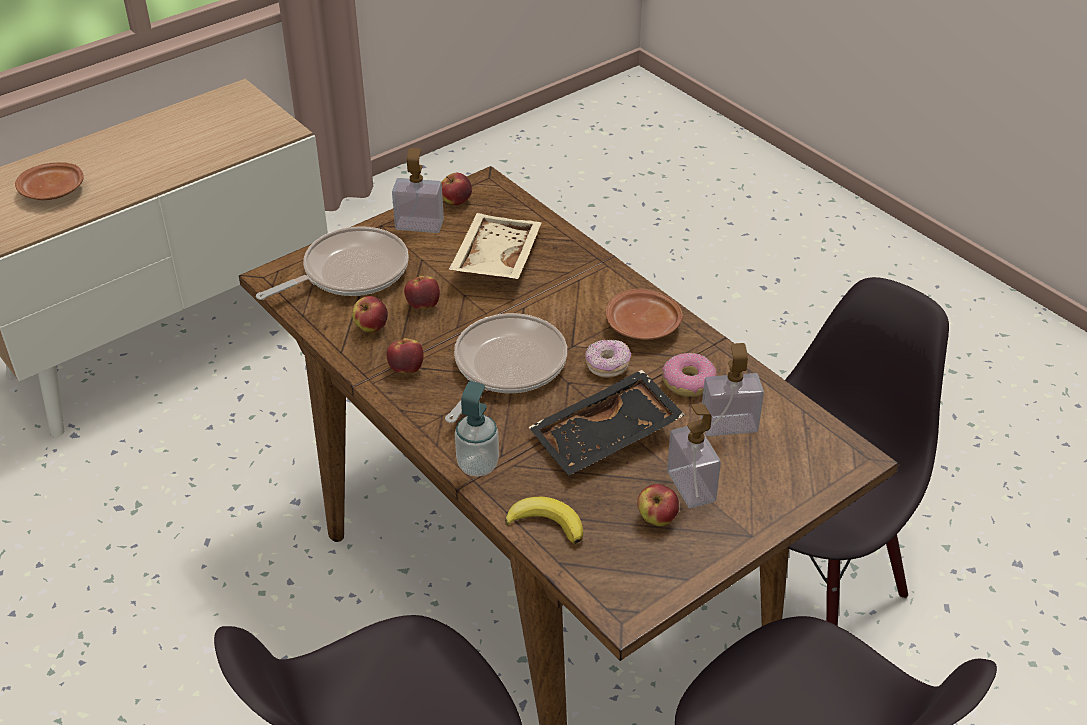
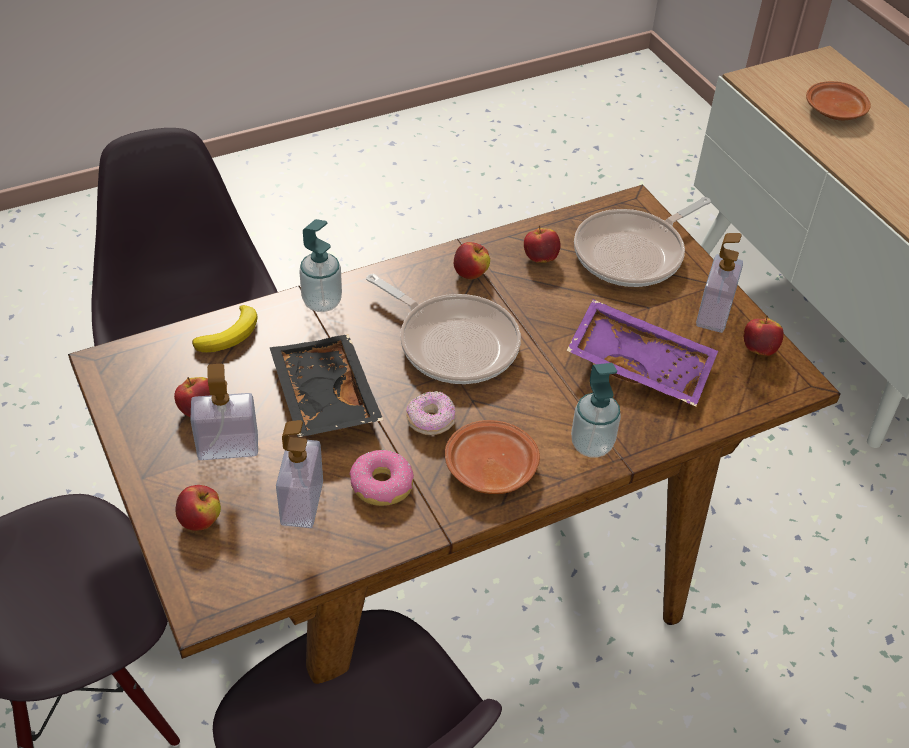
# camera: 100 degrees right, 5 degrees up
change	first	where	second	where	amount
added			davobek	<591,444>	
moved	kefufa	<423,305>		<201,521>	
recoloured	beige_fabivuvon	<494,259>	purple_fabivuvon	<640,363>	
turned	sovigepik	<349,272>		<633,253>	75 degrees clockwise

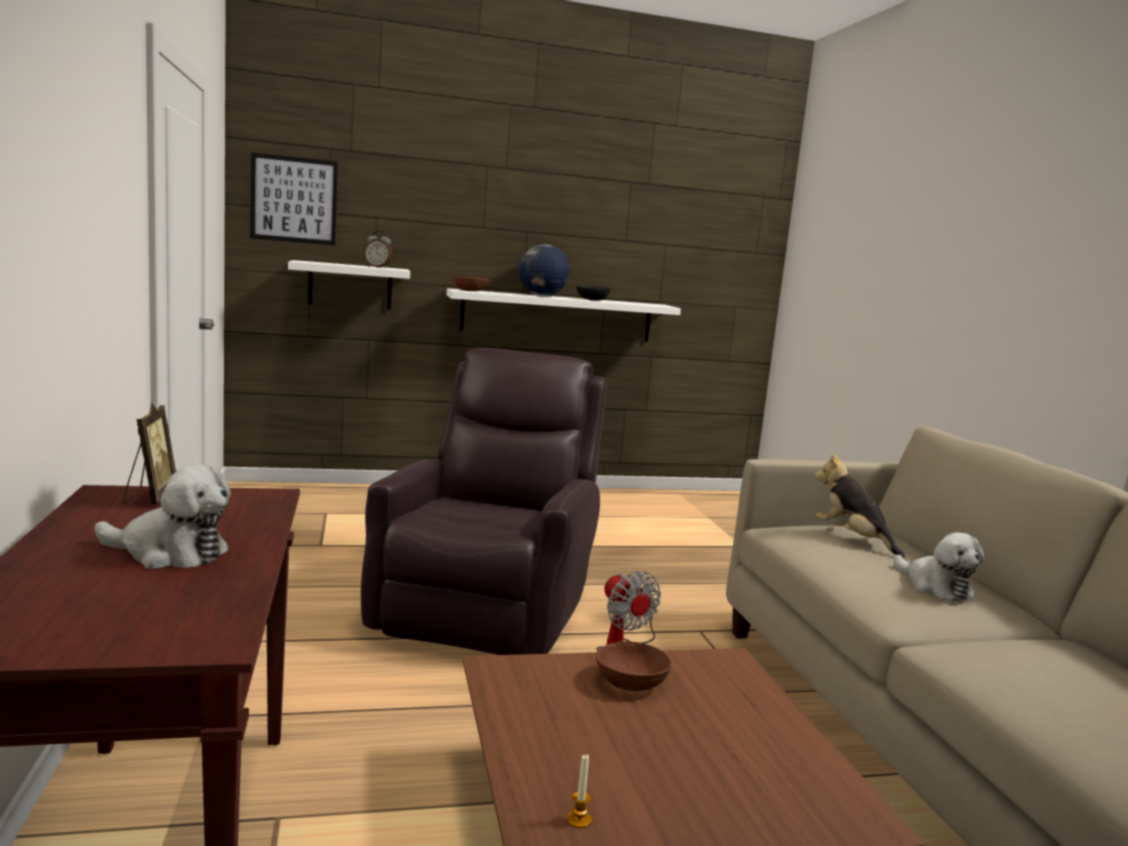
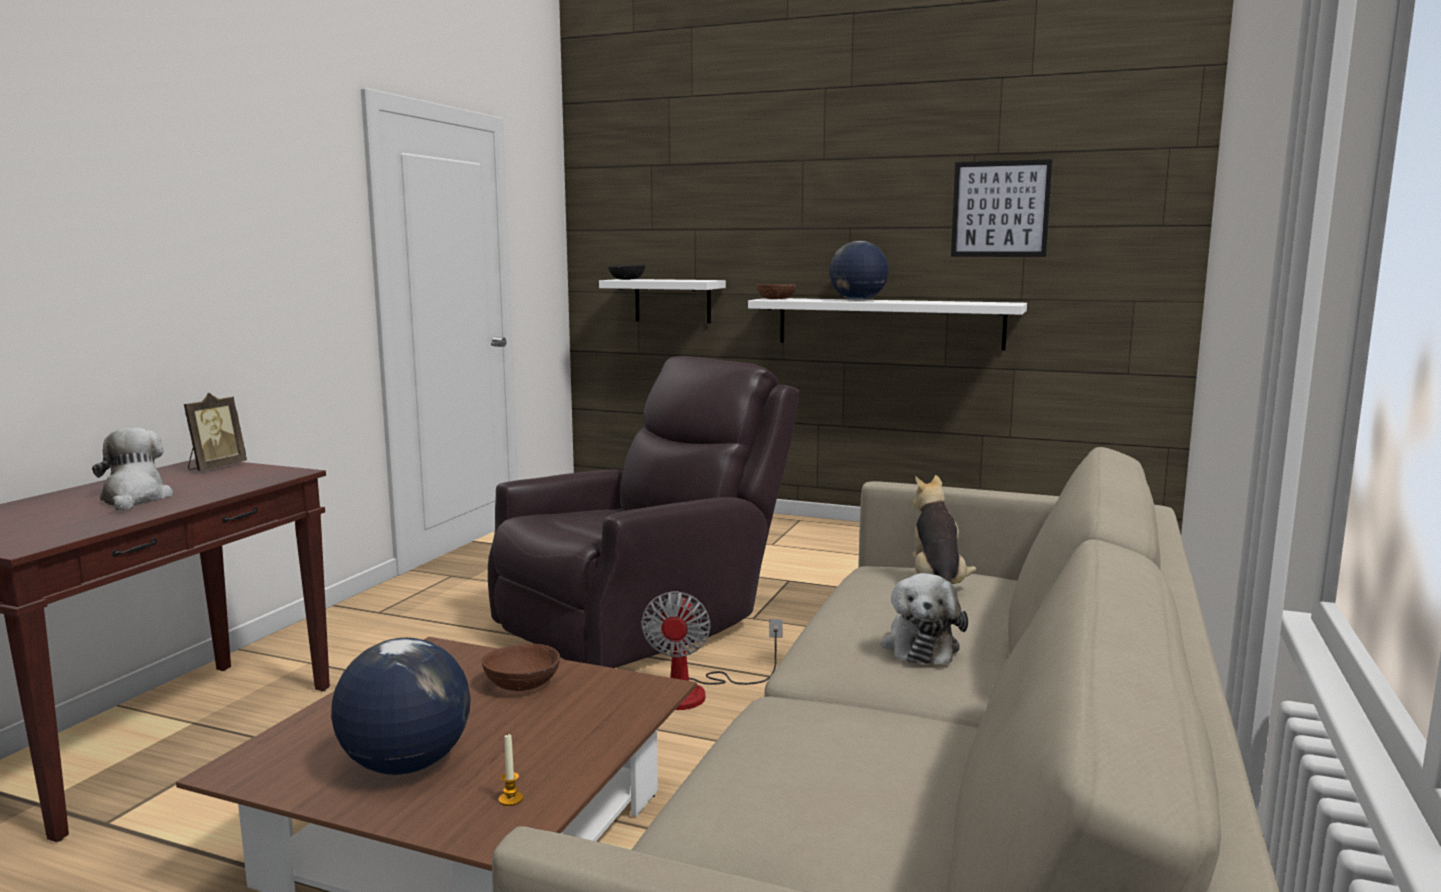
# camera: 35 degrees right, 0 degrees up
change	first	where	second	where	amount
removed	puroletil	<377,267>			
added			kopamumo	<405,765>	
moved	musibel	<294,200>		<1000,209>	
moved	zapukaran	<579,820>		<510,799>	
moved	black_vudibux	<592,300>		<627,279>	
turned	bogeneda	<169,552>		<134,499>	150 degrees counterclockwise

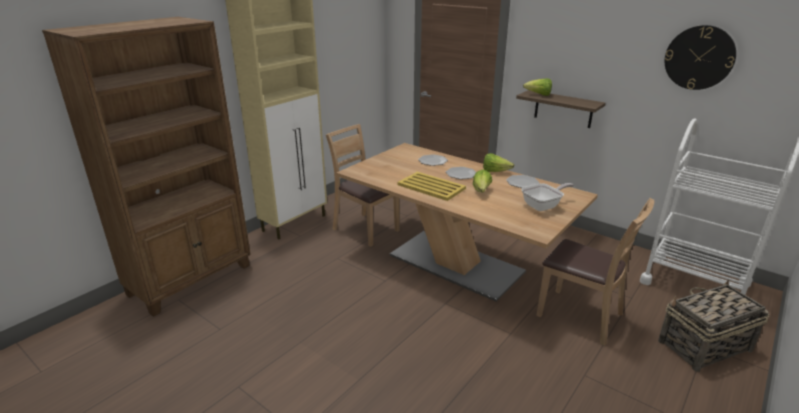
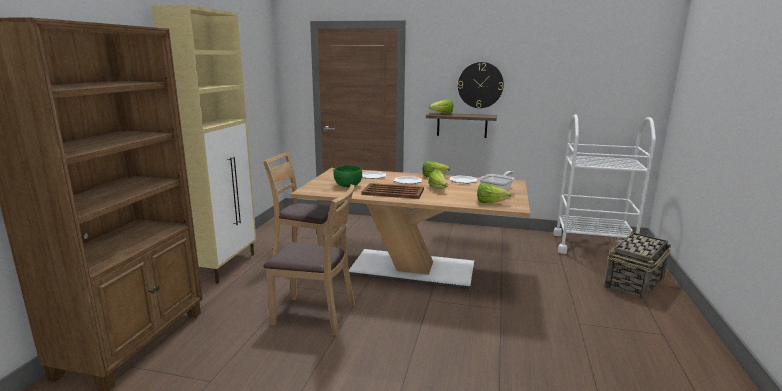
# camera: 25 degrees left, 10 degrees down
change	first	where	second	where	amount
added			green_vudibux	<348,185>	
added			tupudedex	<490,203>	
moved	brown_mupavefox	<580,316>		<315,315>	
moved	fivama	<699,58>		<480,85>	
recoloured	yellow_fabivuvon	<431,186>	brown_fabivuvon	<392,192>	

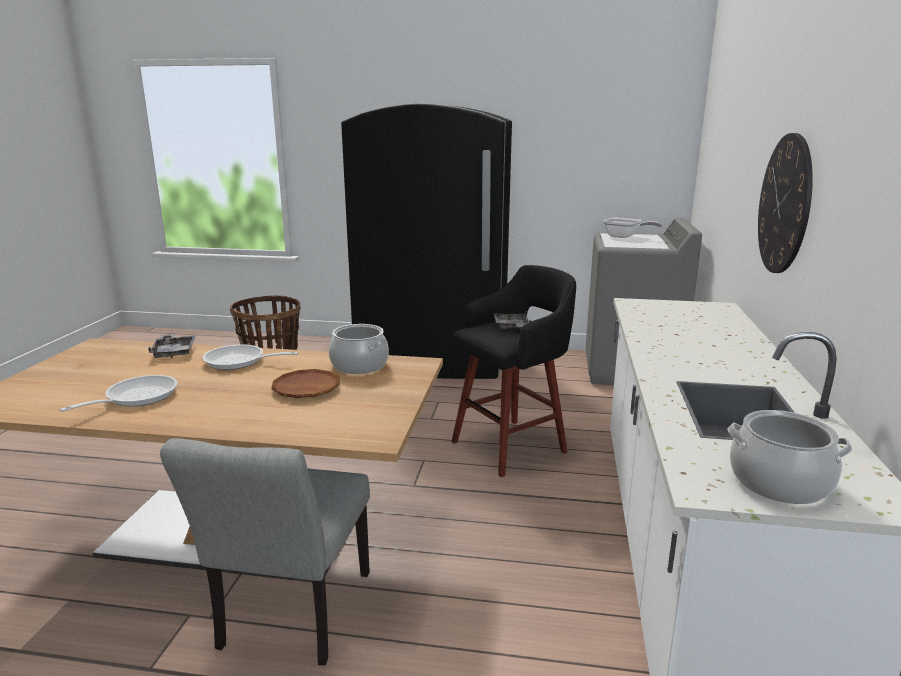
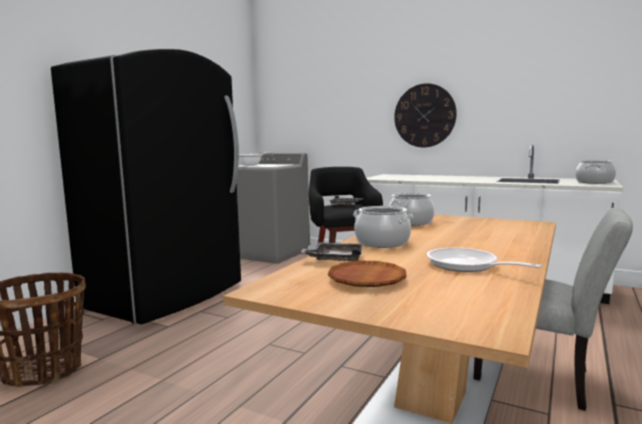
# camera: 70 degrees left, 10 degrees down
change	first	where	second	where	amount
moved	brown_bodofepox	<306,388>		<367,279>	
replaced	sovigepik	<239,361>	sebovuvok	<382,243>	

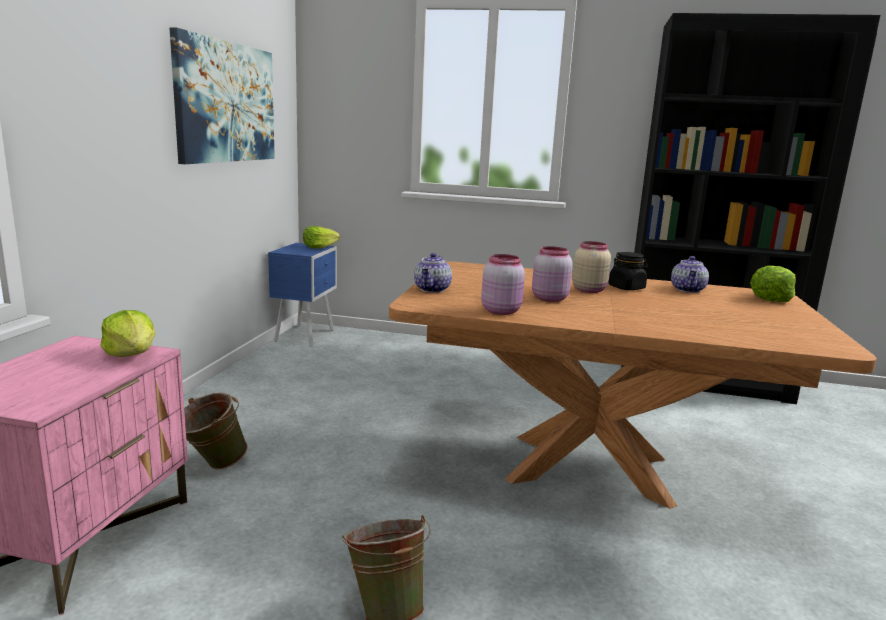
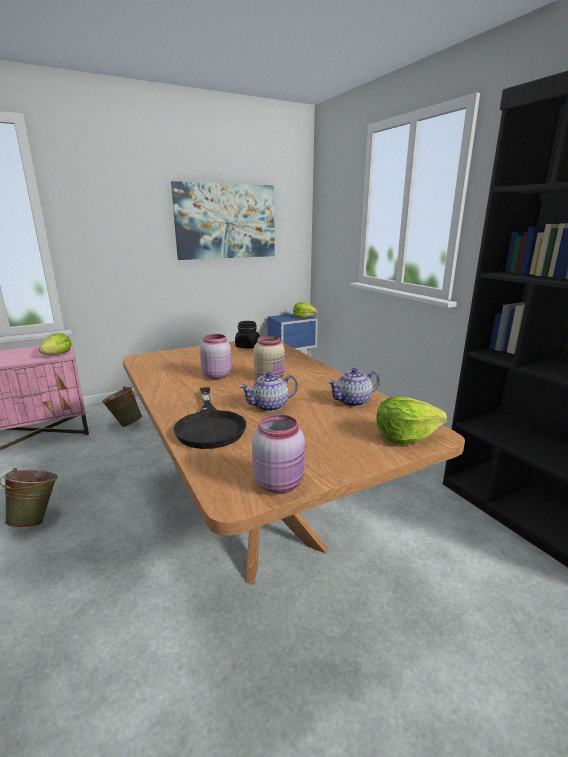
# camera: 50 degrees right, 5 degrees up
change	first	where	second	where	amount
added			black_sovigepik	<210,425>	
moved	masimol	<432,289>		<269,406>	
moved	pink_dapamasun	<501,311>		<280,483>	
moved	black_dapamasun	<626,288>		<247,346>	

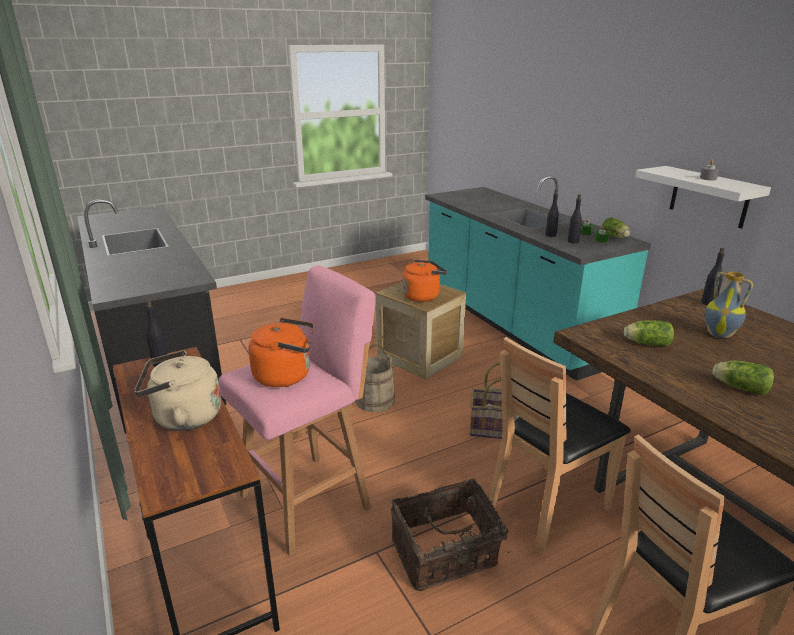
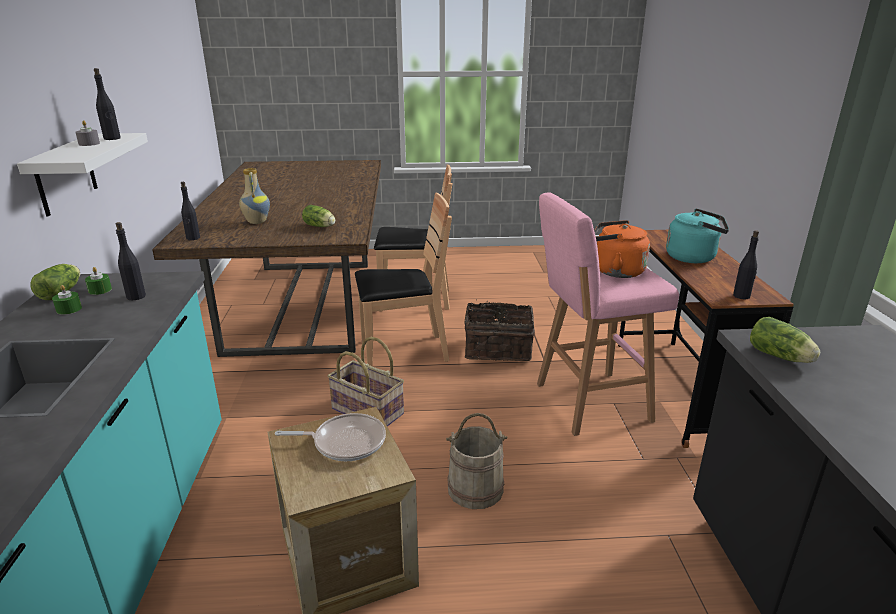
# camera: 155 degrees left, 0 degrees up
change	first	where	second	where	amount
moved	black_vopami	<550,235>		<112,138>	
moved	tupudedex	<738,387>		<781,357>	
replaced	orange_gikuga	<422,296>	sovigepik	<345,442>	
recoloured	beige_gikuga	<183,417>	turquoise_gikuga	<693,257>	

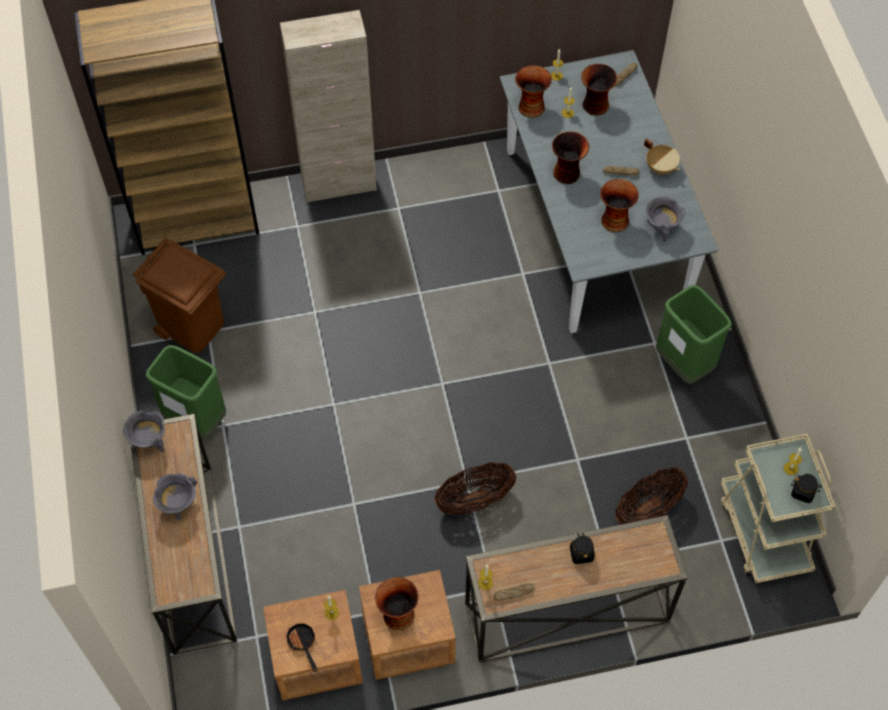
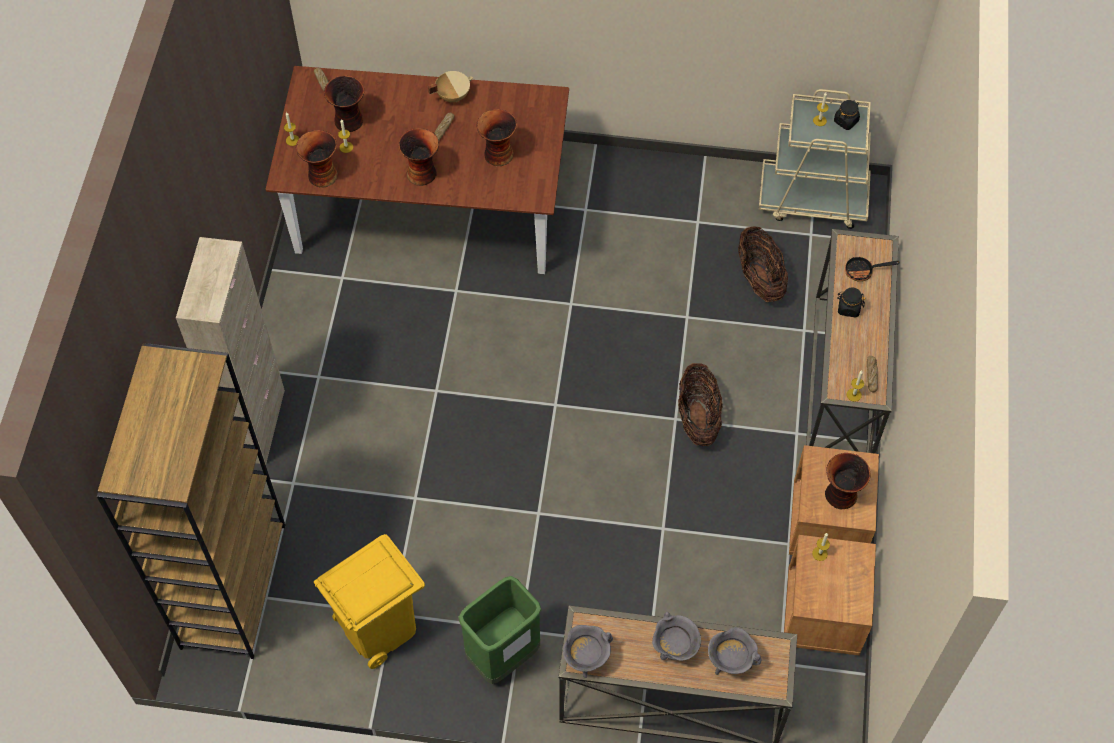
# camera: 70 degrees left, 0 degrees up
change	first	where	second	where	amount
removed	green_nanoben	<684,364>			
moved	sovigepik	<302,643>		<863,271>	
moved	grey_sebovuvok	<661,227>		<730,662>	
recoloured	brown_nanoben	<193,326>	yellow_nanoben	<378,627>	
recoloured	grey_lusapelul	<593,226>	brown_lusapelul	<427,211>	

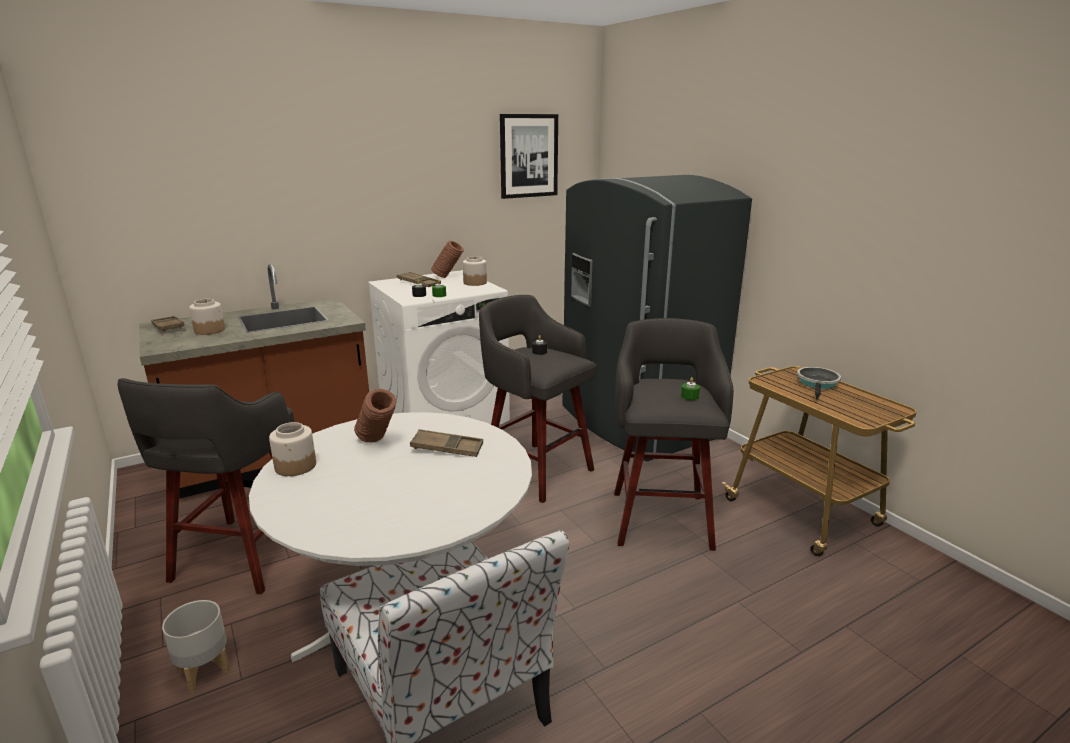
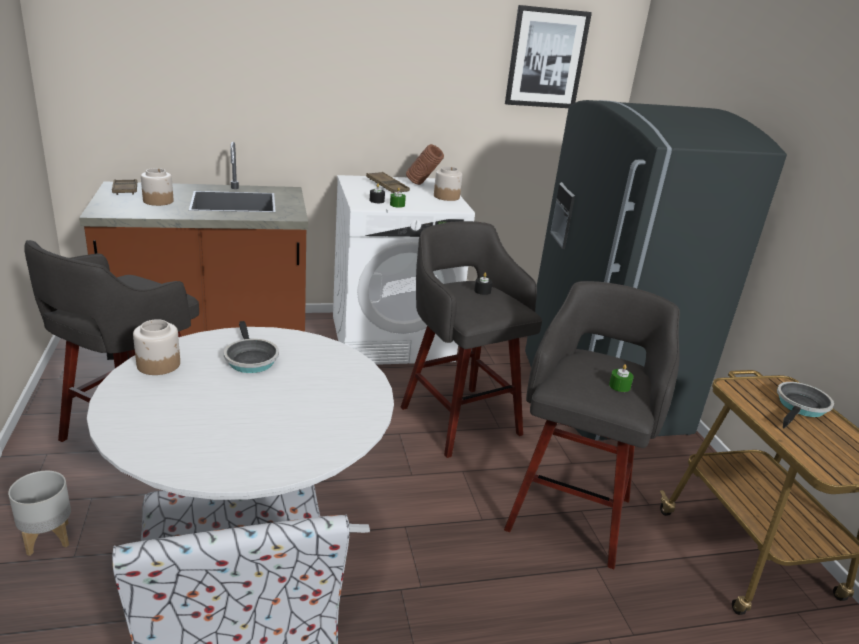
# camera: 15 degrees right, 5 degrees up
change	first	where	second	where	amount
removed	brown_fabivuvon	<447,448>			
replaced	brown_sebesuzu	<377,443>	sovigepik	<250,359>	

